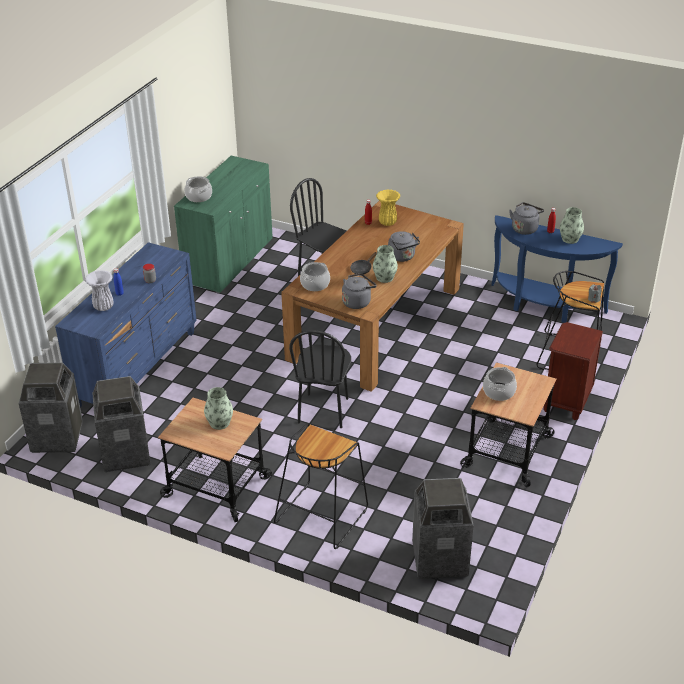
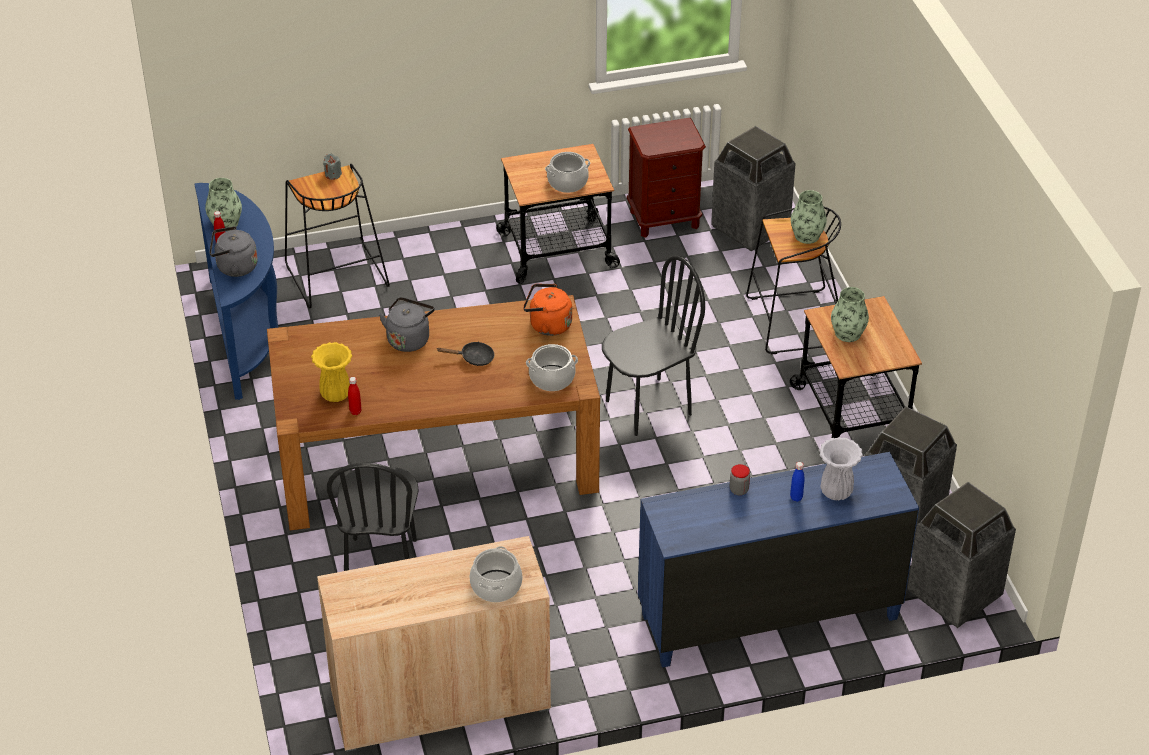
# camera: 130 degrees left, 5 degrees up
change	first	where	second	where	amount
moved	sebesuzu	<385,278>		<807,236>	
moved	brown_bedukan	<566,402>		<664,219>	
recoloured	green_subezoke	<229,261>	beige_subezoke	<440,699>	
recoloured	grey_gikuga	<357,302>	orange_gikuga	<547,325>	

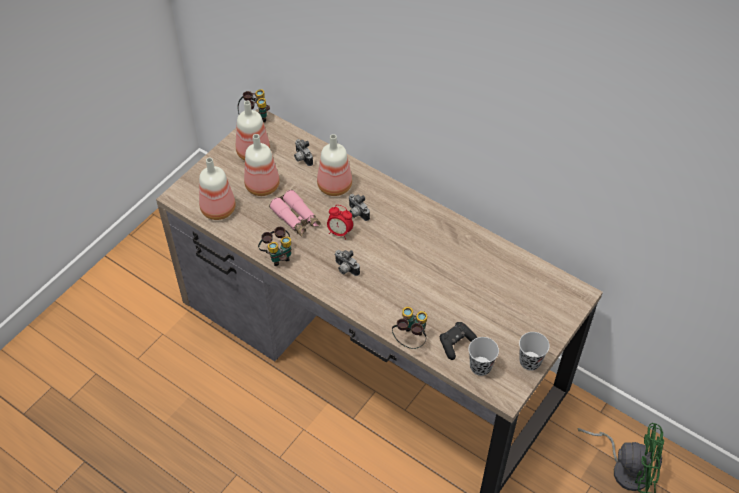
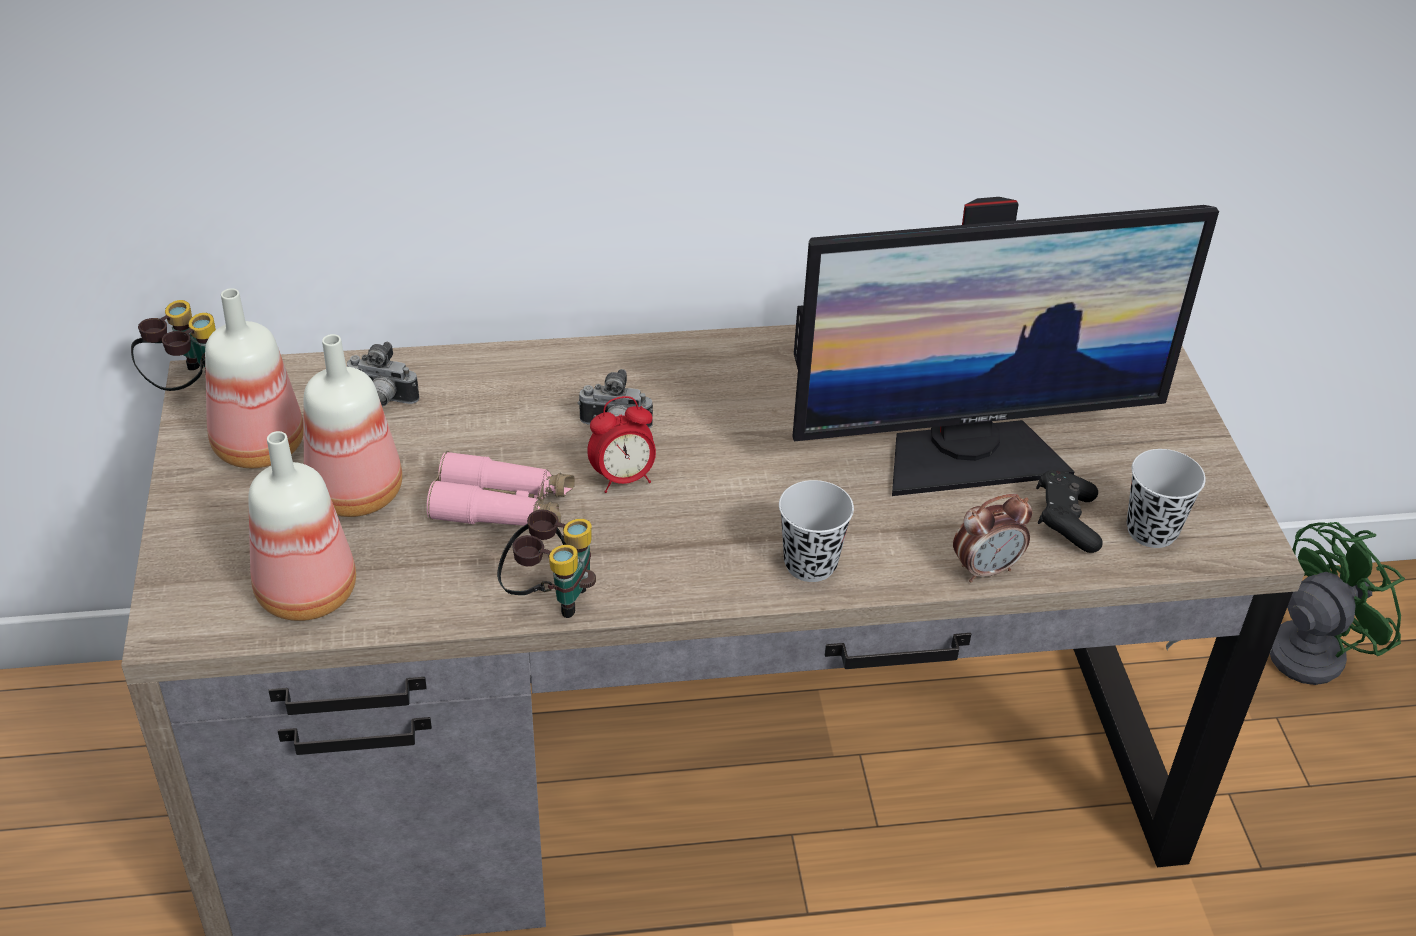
# camera: 45 degrees left, 10 degrees down
change	first	where	second	where	amount
removed	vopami	<333,186>			
removed	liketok	<345,269>			
added			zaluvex	<969,453>	
moved	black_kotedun	<530,361>		<810,564>	
replaced	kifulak	<410,339>	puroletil	<986,569>	

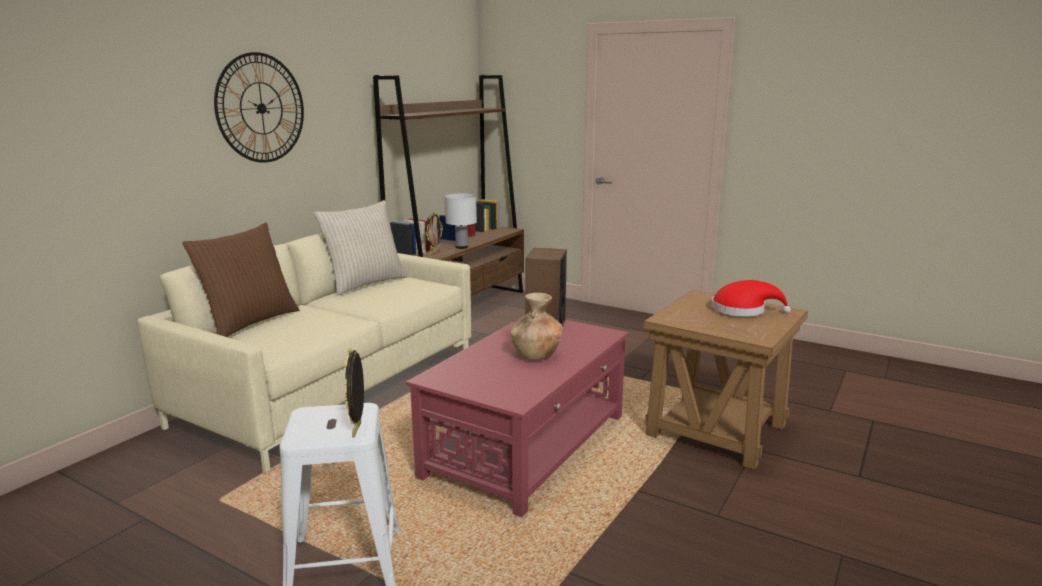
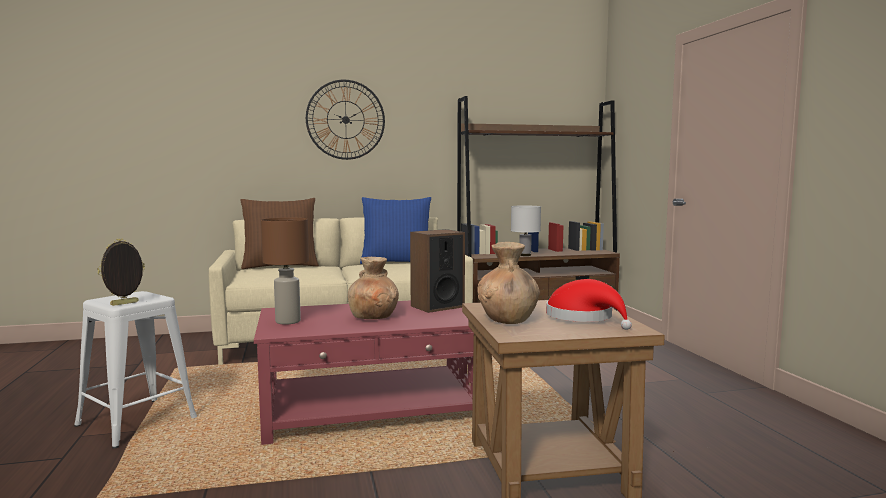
# camera: 45 degrees right, 10 degrees down
change	first	where	second	where	amount
removed	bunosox	<434,253>			
added			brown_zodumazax	<288,321>	
added			brown_sebesuzu	<508,319>	
recoloured	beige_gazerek	<365,283>	blue_gazerek	<396,262>	

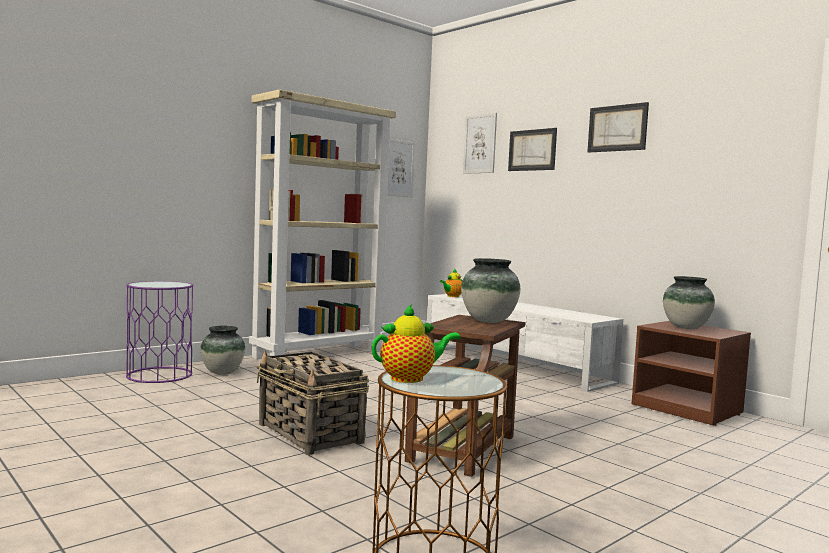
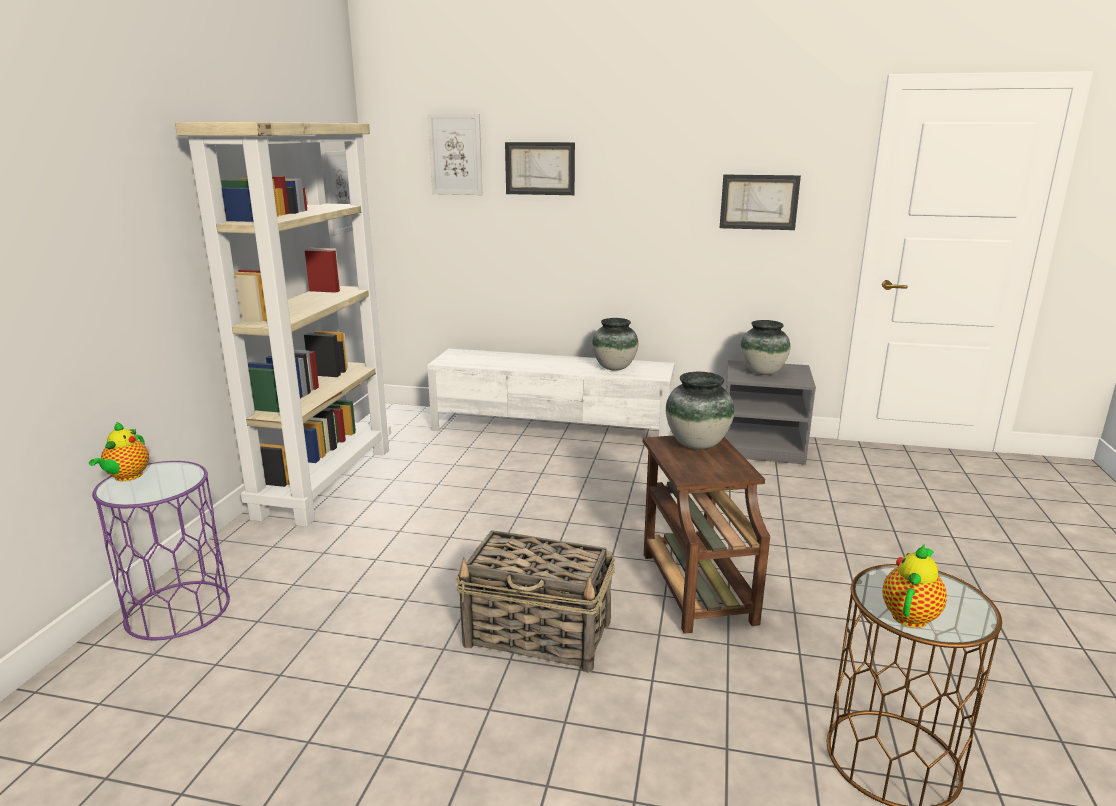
# camera: 35 degrees left, 15 degrees up
change	first	where	second	where	amount
moved	sebesuzu	<222,372>		<614,368>	
moved	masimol	<452,296>		<126,477>	
moved	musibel	<617,128>		<759,202>	
recoloured	brown_bedukan	<688,409>	grey_bedukan	<762,447>	

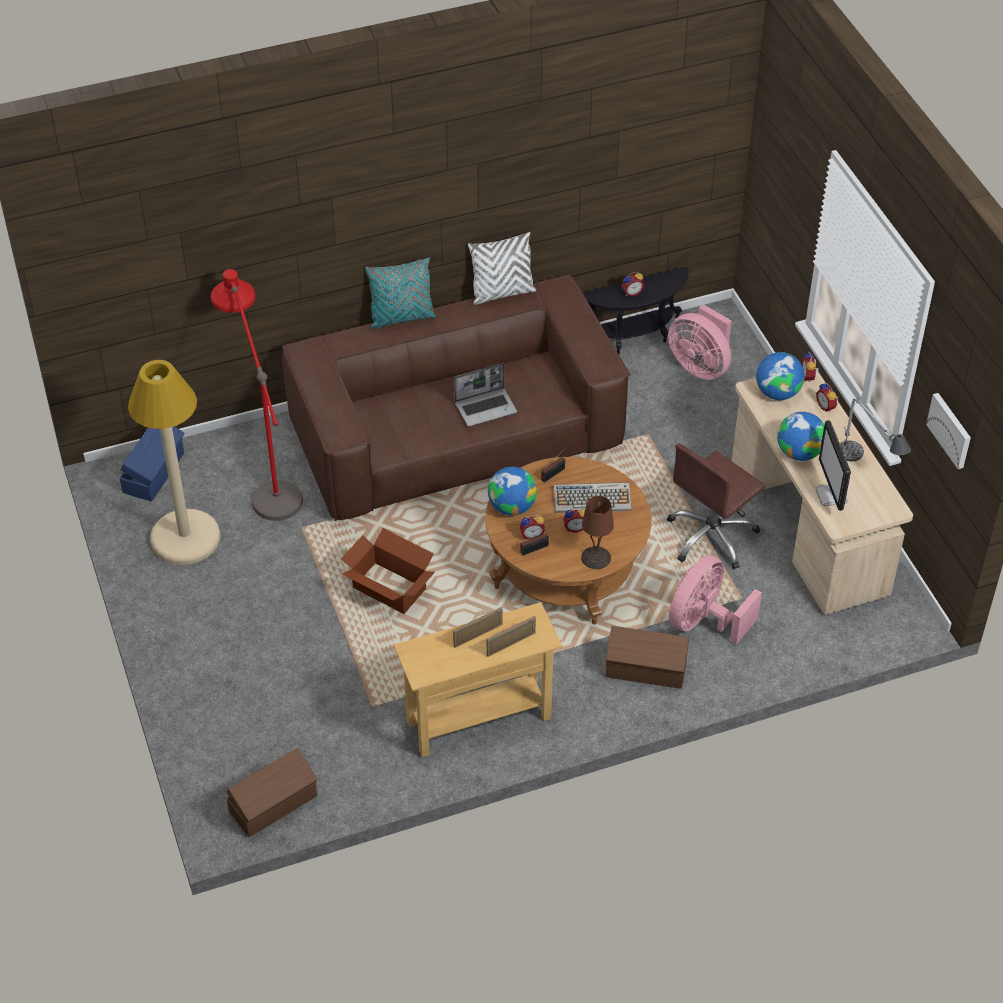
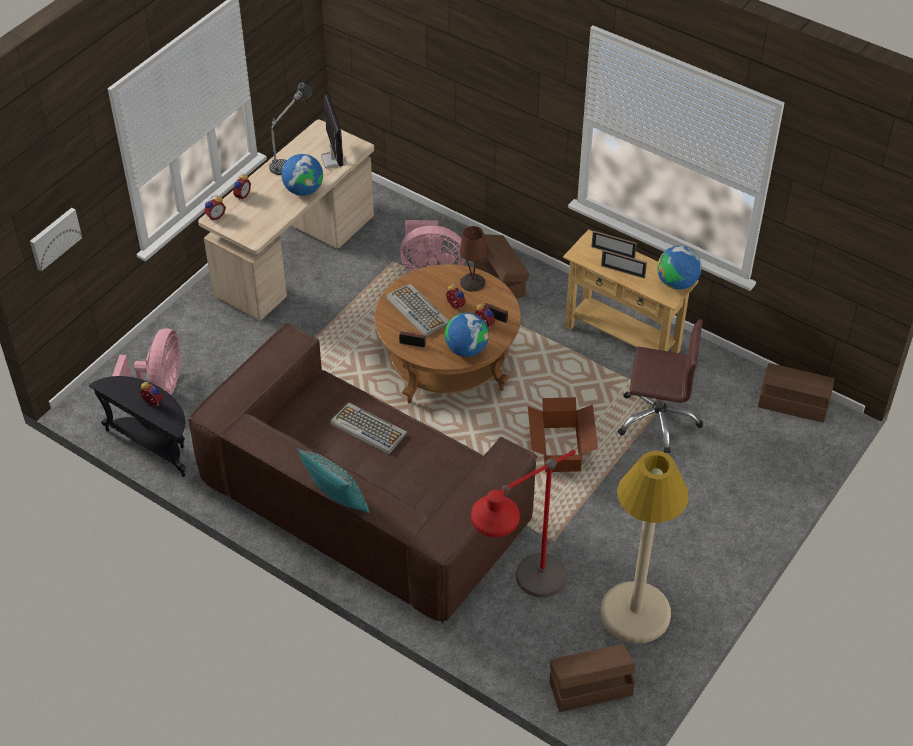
# camera: 125 degrees left, 0 degrees up
change	first	where	second	where	amount
removed	white_gazerek	<502,293>			
moved	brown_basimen	<712,536>		<658,419>	
moved	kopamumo	<777,393>		<677,283>	
moved	musibel	<951,430>		<54,238>	
replaced	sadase	<486,407>	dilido	<367,429>	
recoloured	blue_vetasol	<155,472>	brown_vetasol	<589,688>	
turned	zaluvex	<831,496>		<333,160>	60 degrees counterclockwise

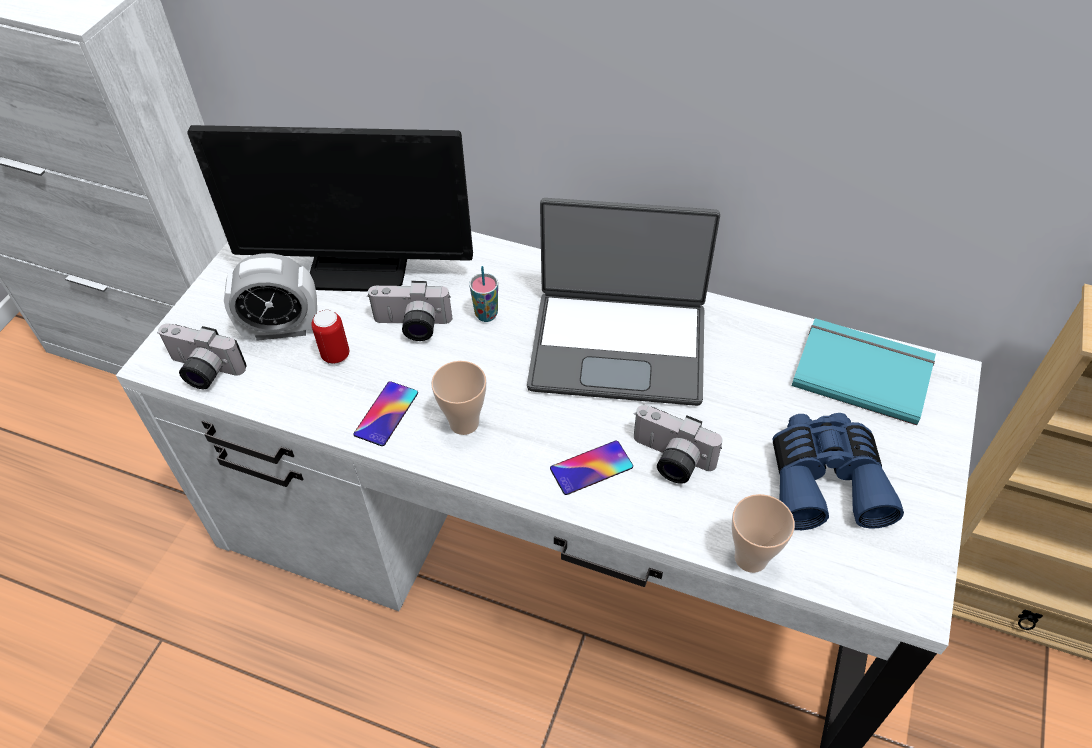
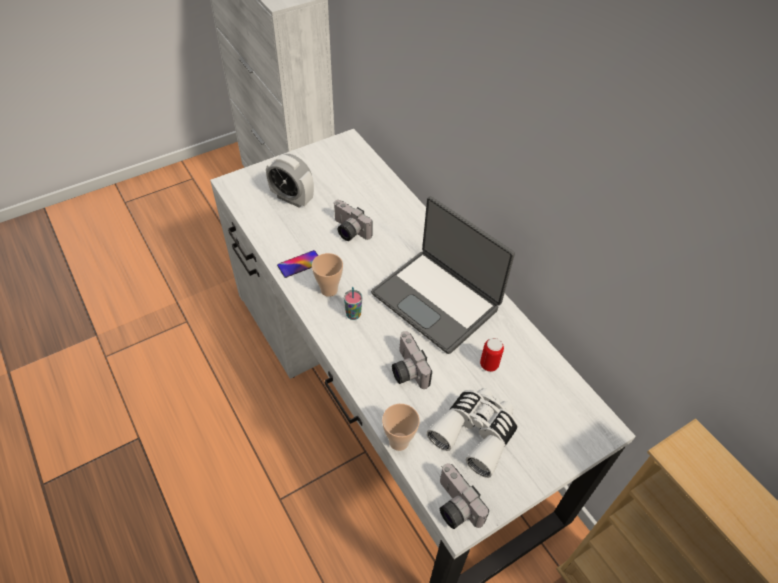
# camera: 35 degrees right, 0 degrees up
change	first	where	second	where	amount
removed	zaluvex	<359,268>			
removed	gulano	<591,468>			
removed	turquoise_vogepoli	<862,371>			
moved	liketok	<202,371>		<454,506>	
moved	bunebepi	<335,355>		<489,365>	
moved	kotedun	<486,315>		<353,315>	
recoloured	blue_kifulak	<825,480>	white_kifulak	<475,433>	

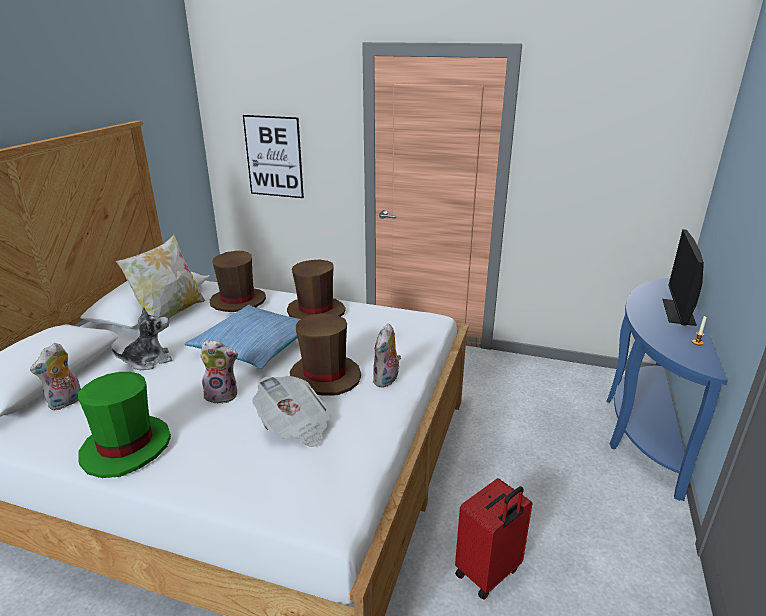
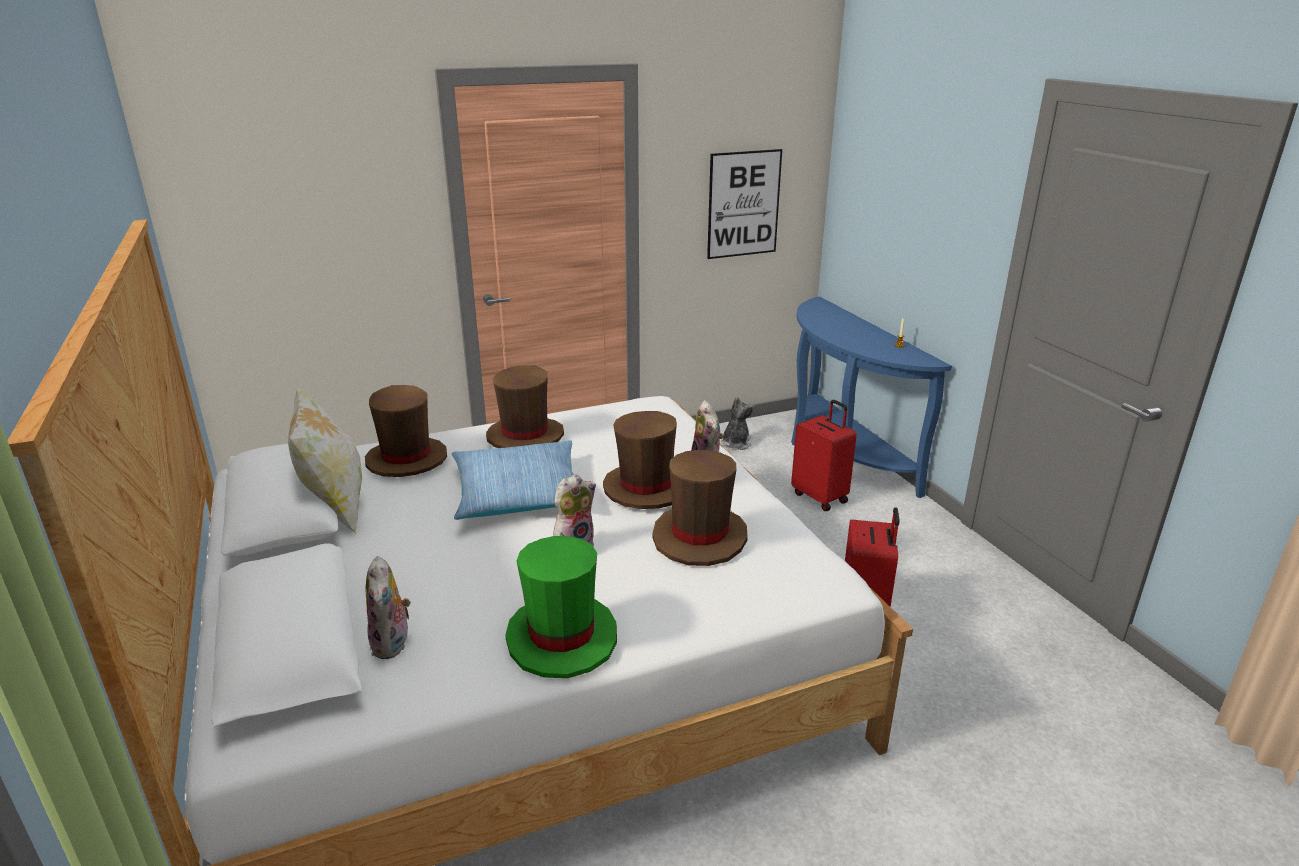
# camera: 40 degrees left, 0 degrees up
change	first	where	second	where	amount
removed	zaluvex	<678,312>			
added			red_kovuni	<820,497>	
moved	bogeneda	<148,360>		<735,443>	
moved	musibel	<274,157>		<743,204>	
replaced	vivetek	<294,426>	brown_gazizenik	<700,537>	

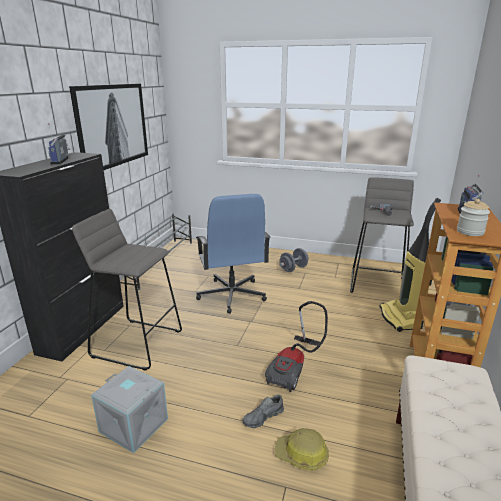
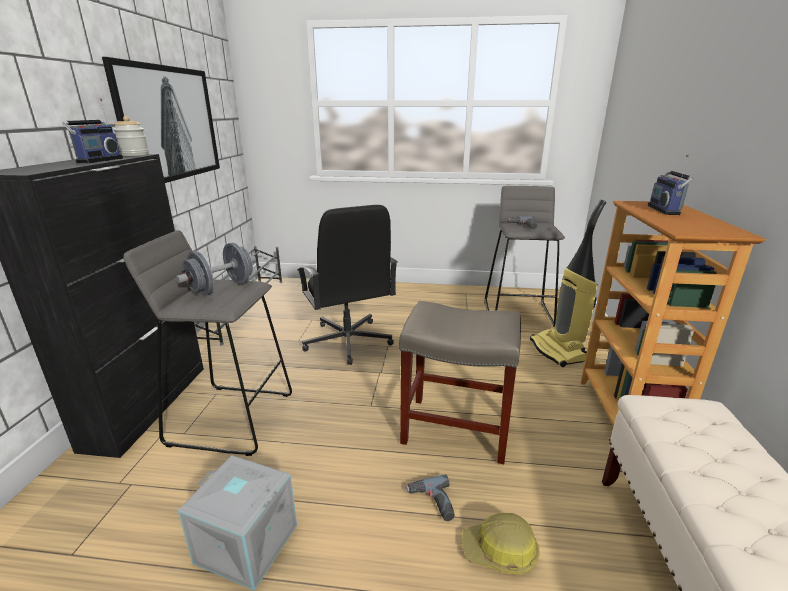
# camera: 10 degrees left, 0 degrees up
change	first	where	second	where	amount
moved	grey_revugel	<293,269>		<222,288>	
moved	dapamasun	<470,232>		<134,155>	
replaced	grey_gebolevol	<263,417>	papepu	<432,503>	
replaced	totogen	<295,369>	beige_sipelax	<454,428>	
recoloured	blue_basimen	<231,295>	black_basimen	<347,342>	
turned	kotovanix	<61,161>		<98,160>	150 degrees counterclockwise

